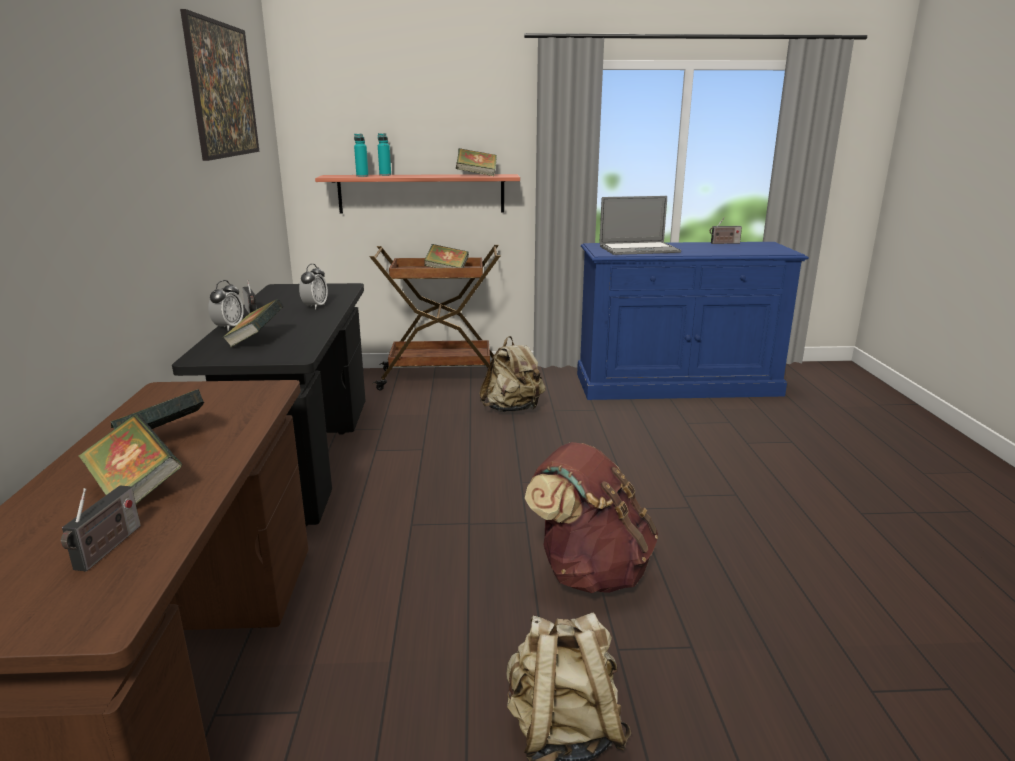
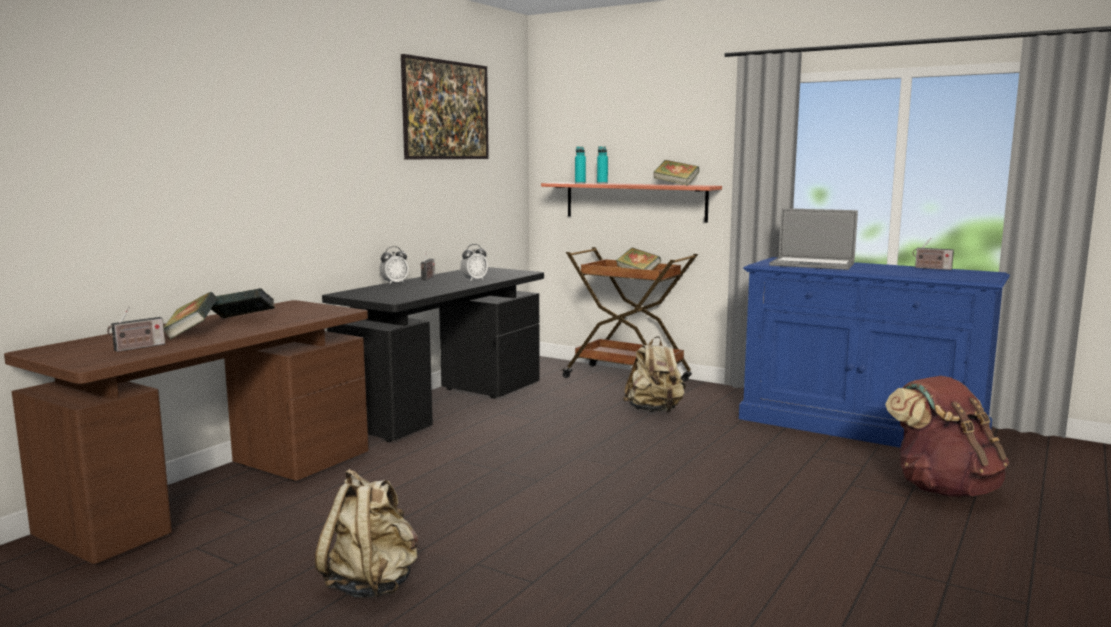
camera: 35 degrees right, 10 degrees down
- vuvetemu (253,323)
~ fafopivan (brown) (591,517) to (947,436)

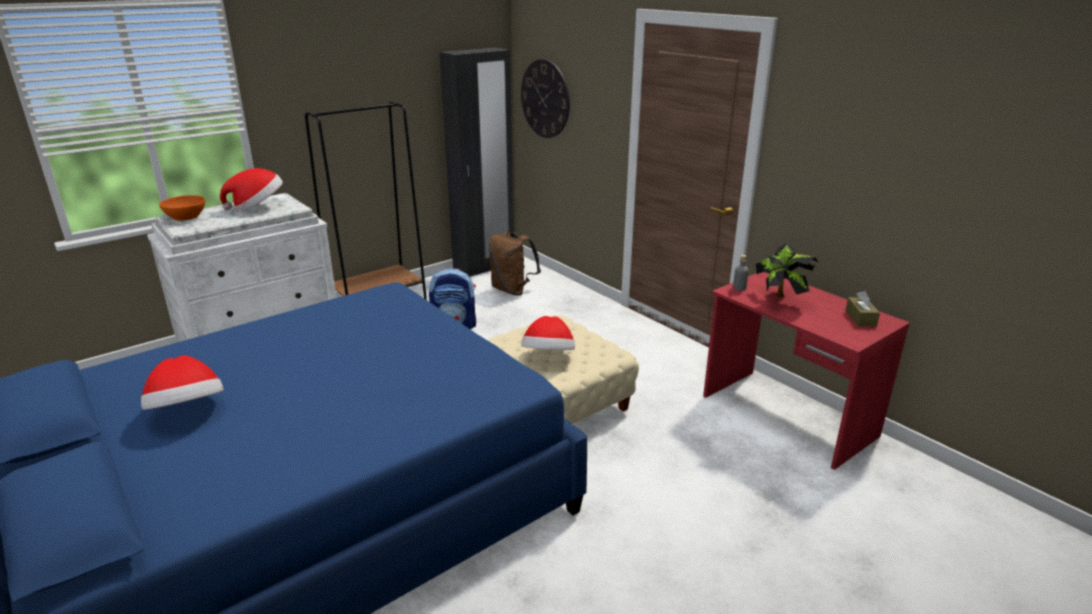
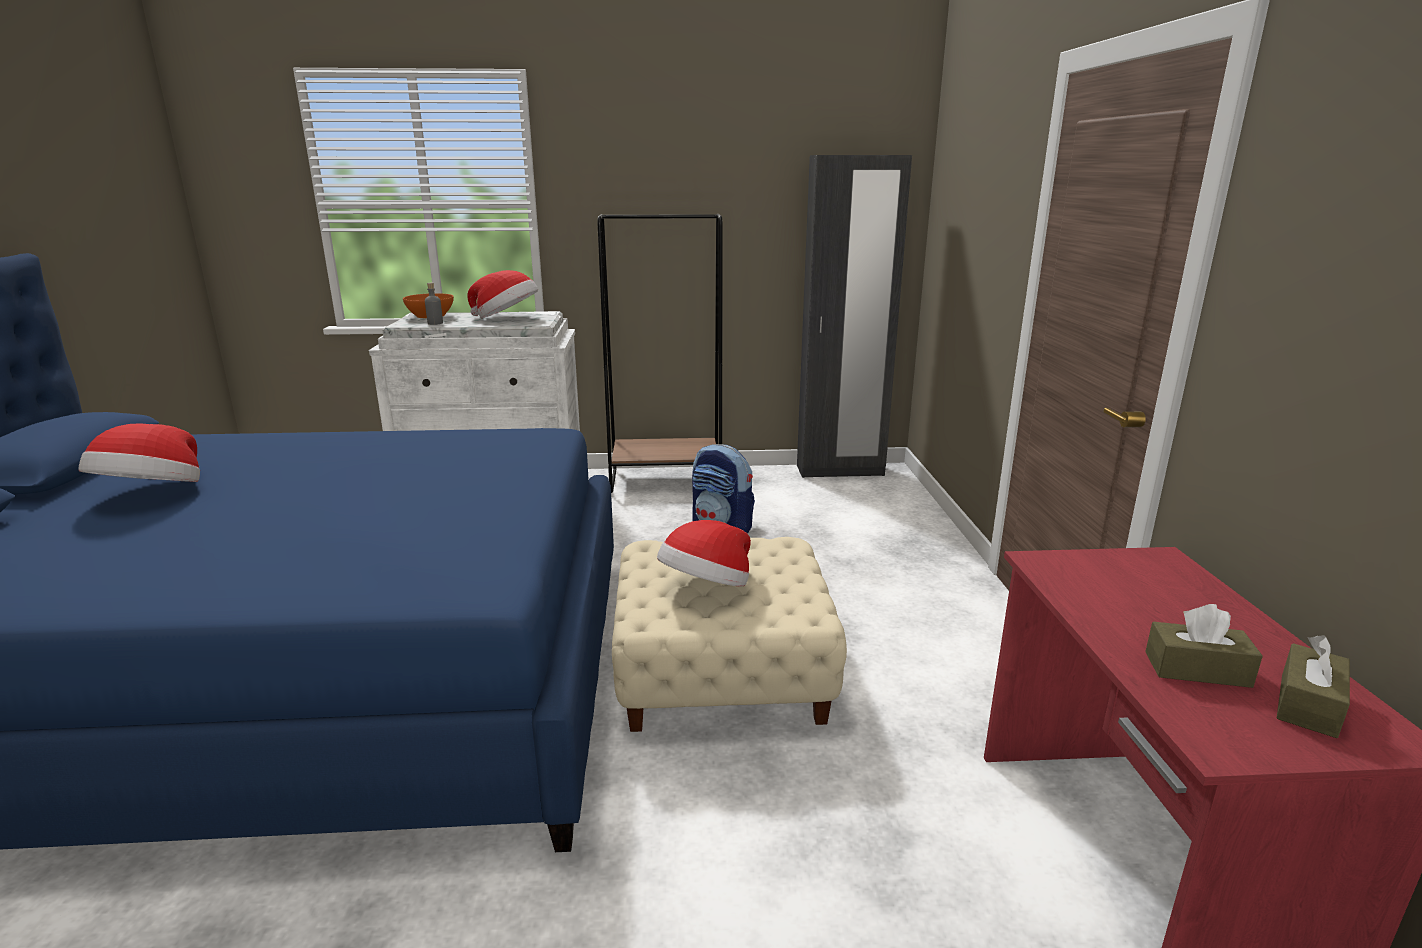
camera: 35 degrees right, 5 degrees down
- fafopivan (brown) (515,263)
- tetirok (545,98)
- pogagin (787,270)
+ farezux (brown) (1204,646)
~ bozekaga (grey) (741,273) to (434,304)

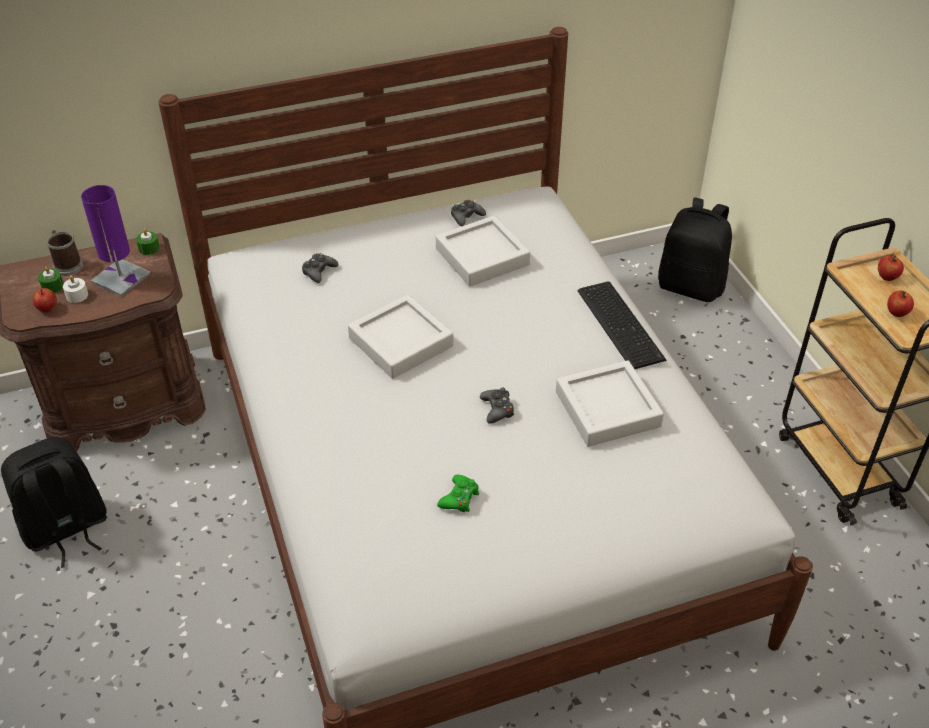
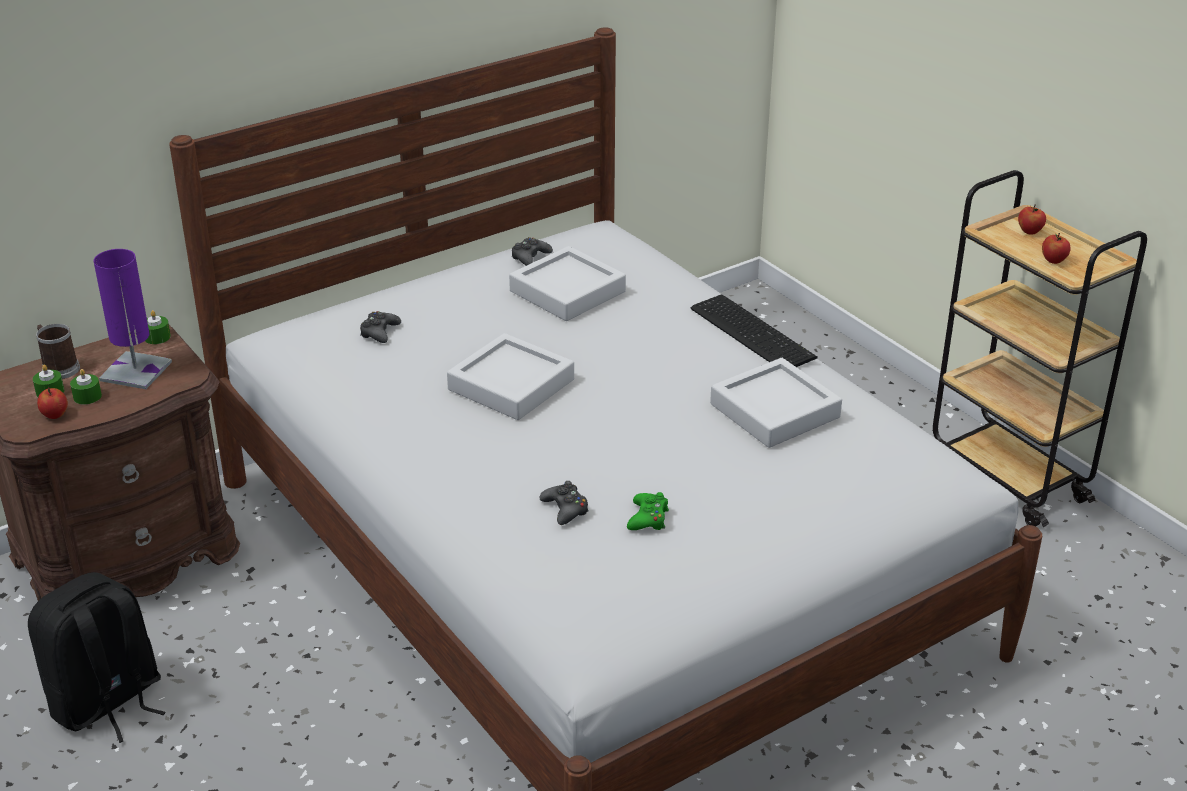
camera: 15 degrees left, 10 degrees down
- fafopivan (black) (695,249)
~ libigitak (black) (497,406) to (564,503)
~ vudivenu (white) (75,289) to vudivenu (green) (86,387)

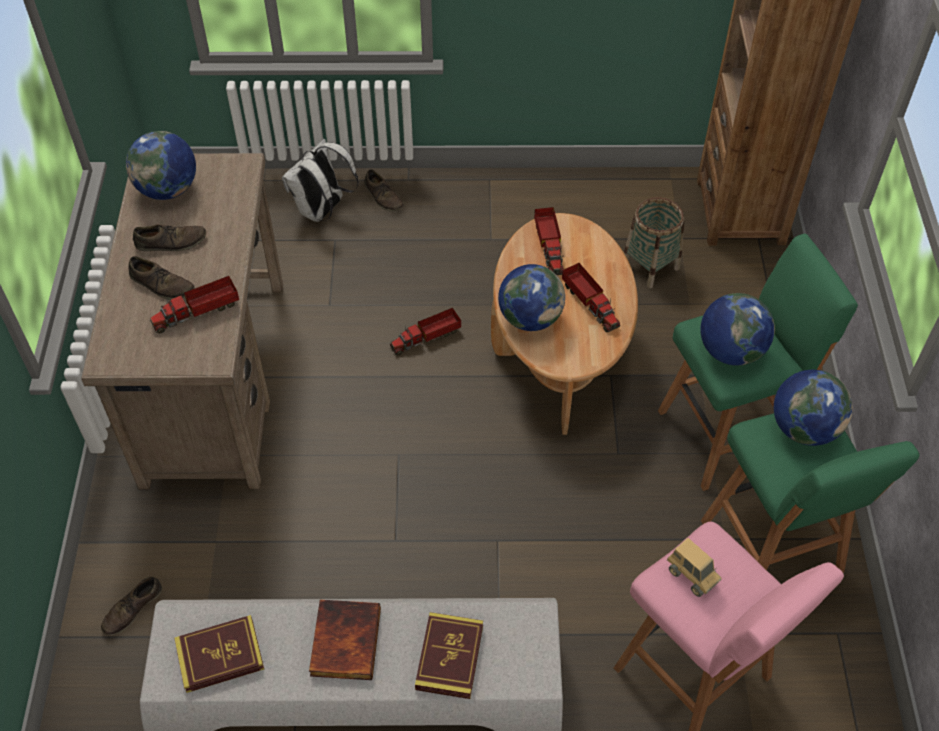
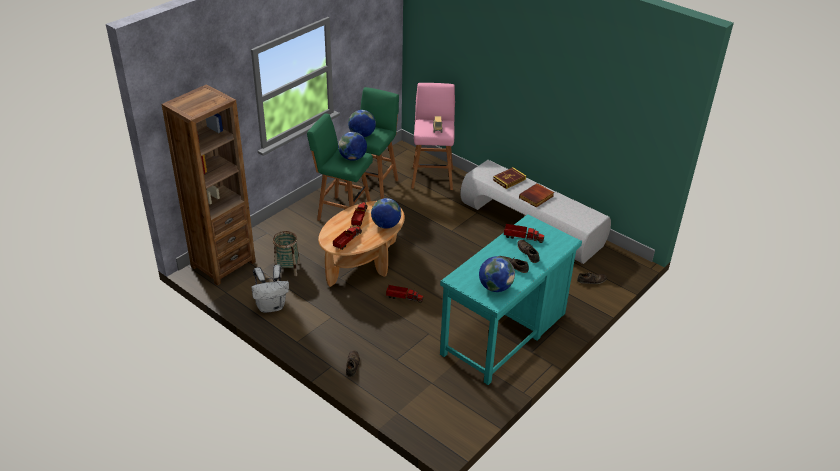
camera: 140 degrees left, 15 degrees down
- vuvetemu (219,654)
~ fafopivan (white) (320,180) to (270,288)
~ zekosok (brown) (182,321) to zekosok (turquoise) (511,299)

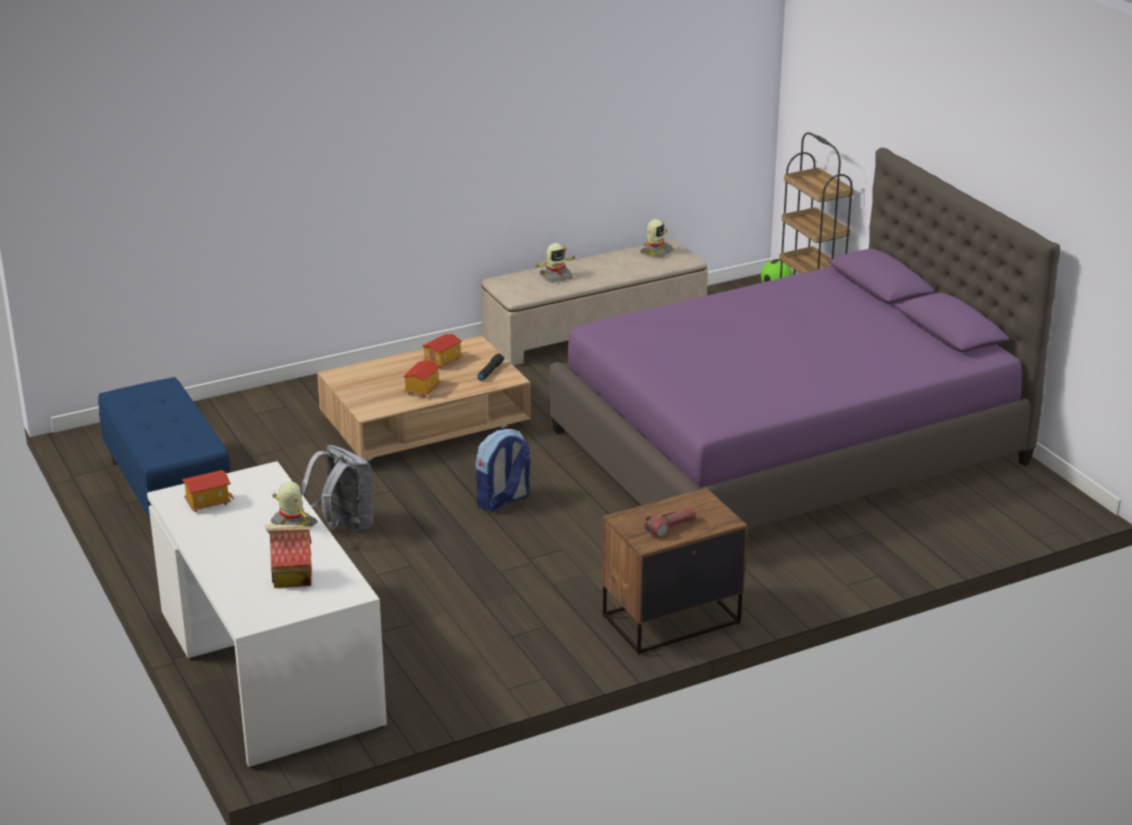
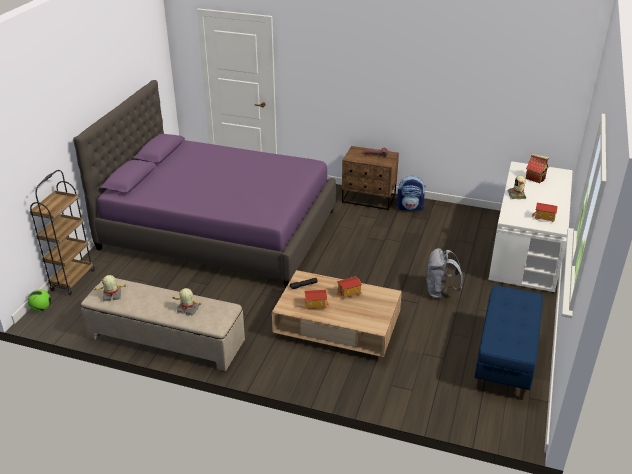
camera: 135 degrees left, 5 degrees up
~ fafopivan (503,470) to (411,193)

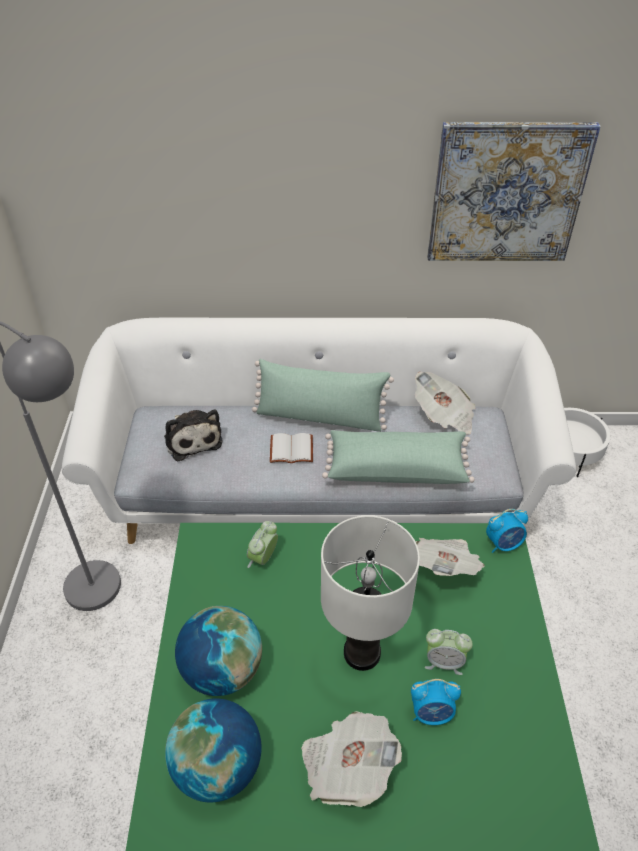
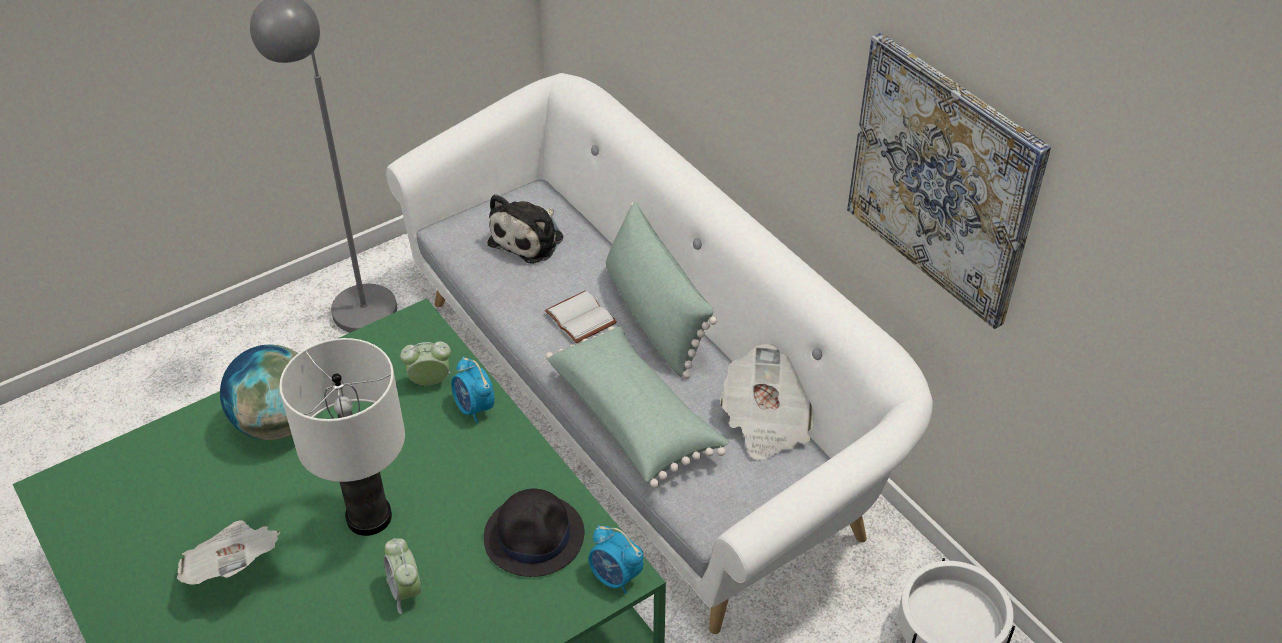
camera: 55 degrees right, 0 degrees up
- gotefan (213,750)
~ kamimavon (436,702) to (473,389)
~ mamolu (450,557) to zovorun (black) (534,533)

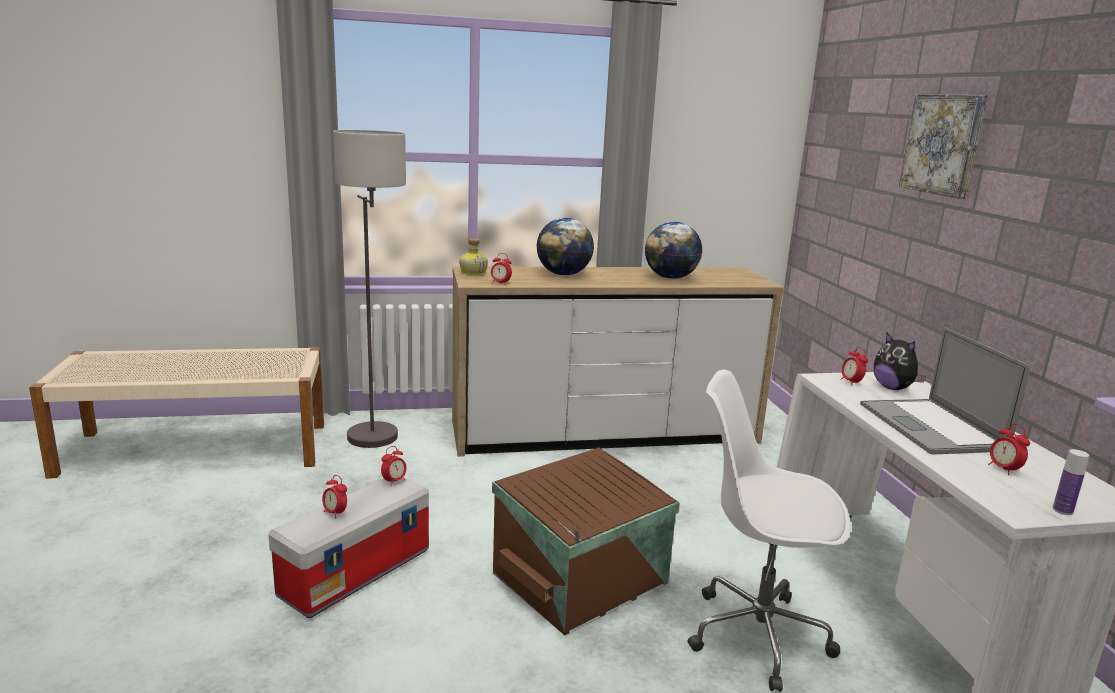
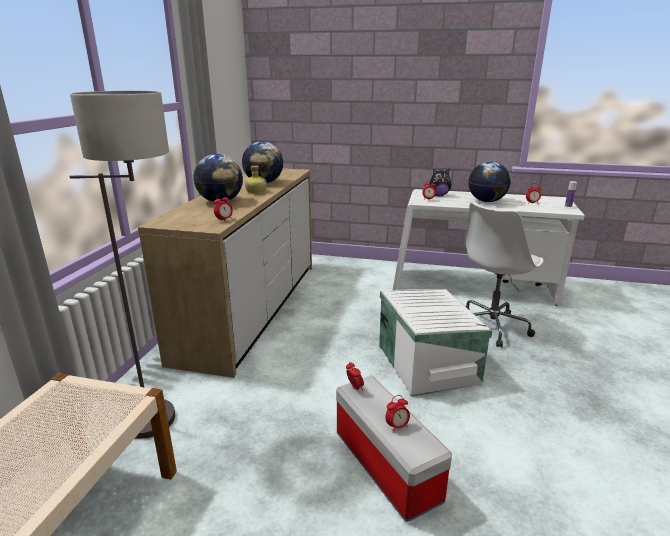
camera: 65 degrees left, 5 degrees up
- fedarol (943,146)
~ bozekaga (473,256) to (256,179)
~ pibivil (945,390) to gotefan (489,182)
~ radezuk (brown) (586,541) to radezuk (white) (435,343)

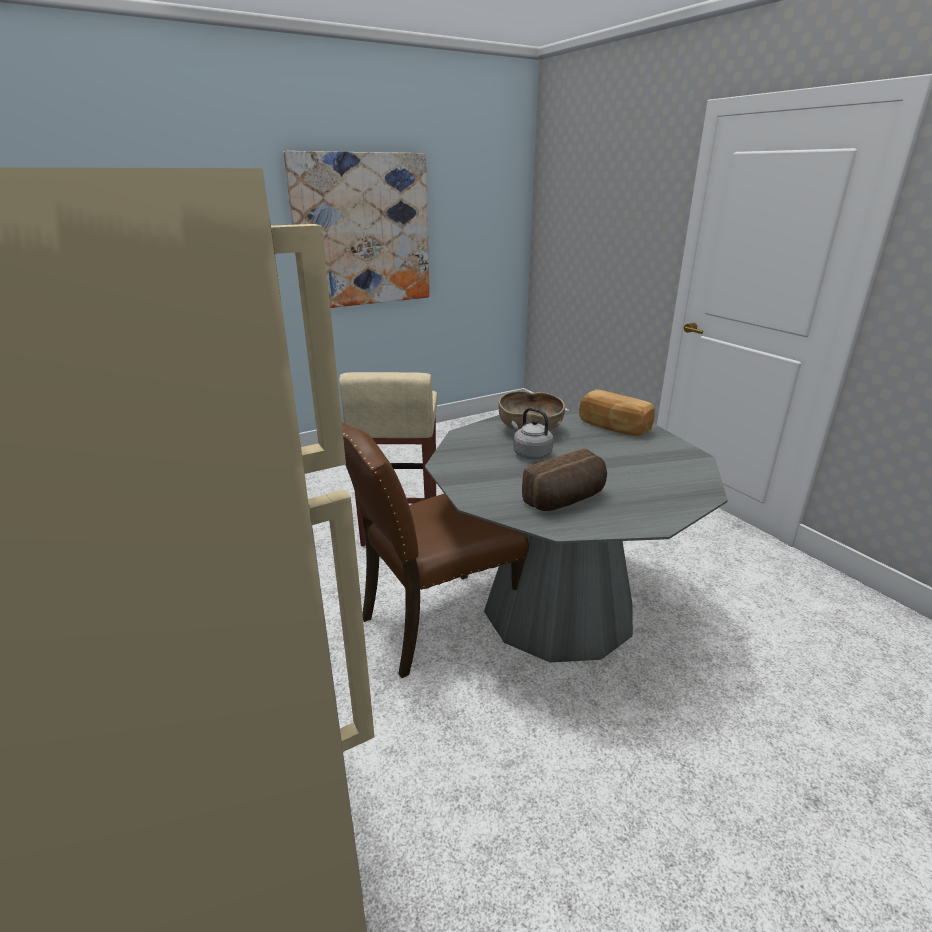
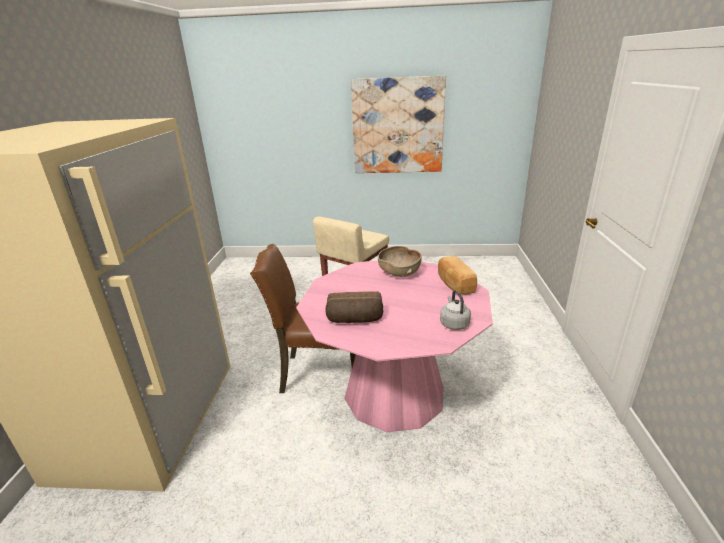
camera: 35 degrees right, 0 degrees up
~ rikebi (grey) (532,433) to (455,310)
~ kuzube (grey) (576,536) to kuzube (pink) (394,346)

